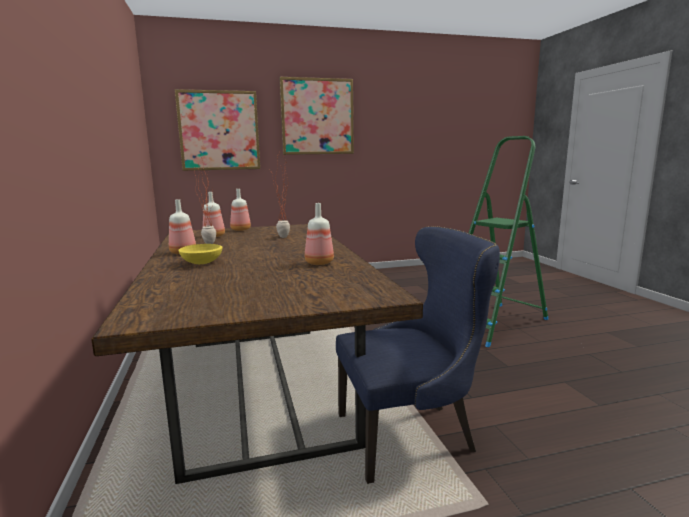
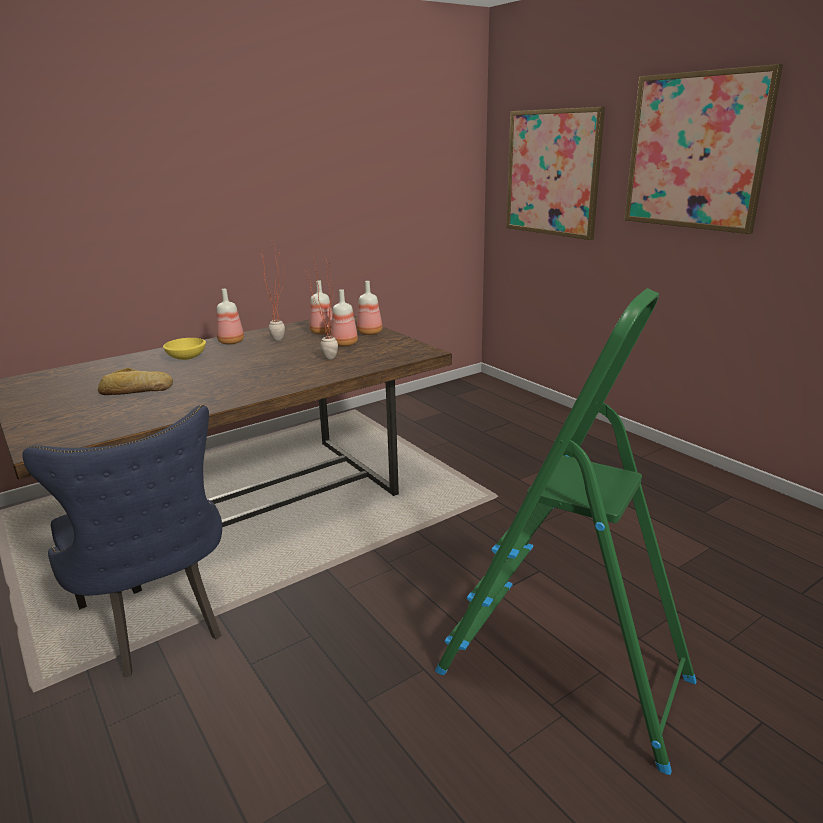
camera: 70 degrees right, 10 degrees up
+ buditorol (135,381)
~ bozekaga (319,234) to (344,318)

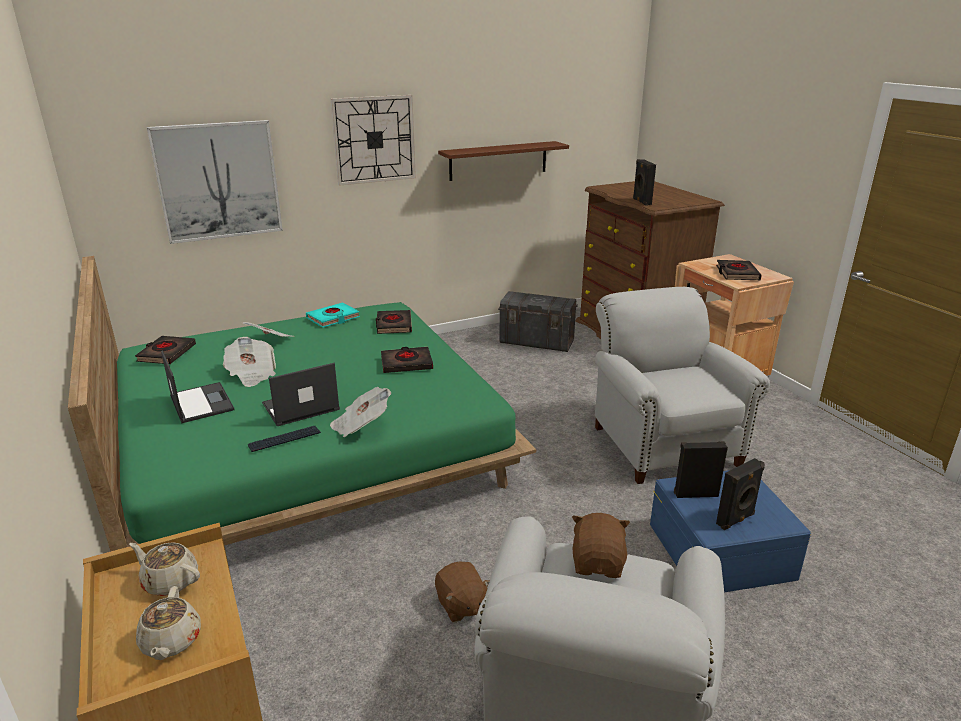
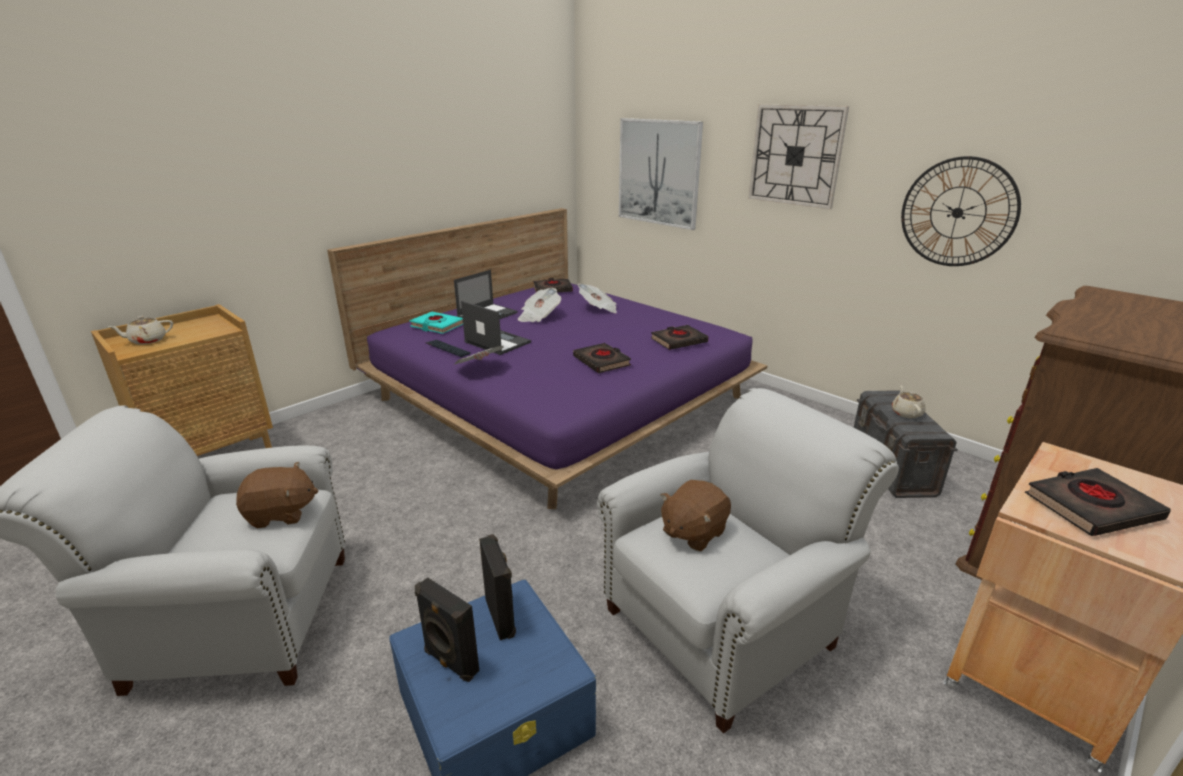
camera: 70 degrees right, 0 degrees up
- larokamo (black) (644,182)
~ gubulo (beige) (164,569) to (909,401)
~ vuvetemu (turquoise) (333,315) to (436,323)
~ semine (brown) (462,591) to (695,516)
~ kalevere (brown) (503,161) to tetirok (961,211)
~ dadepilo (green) (302,403) to dadepilo (purple) (547,358)

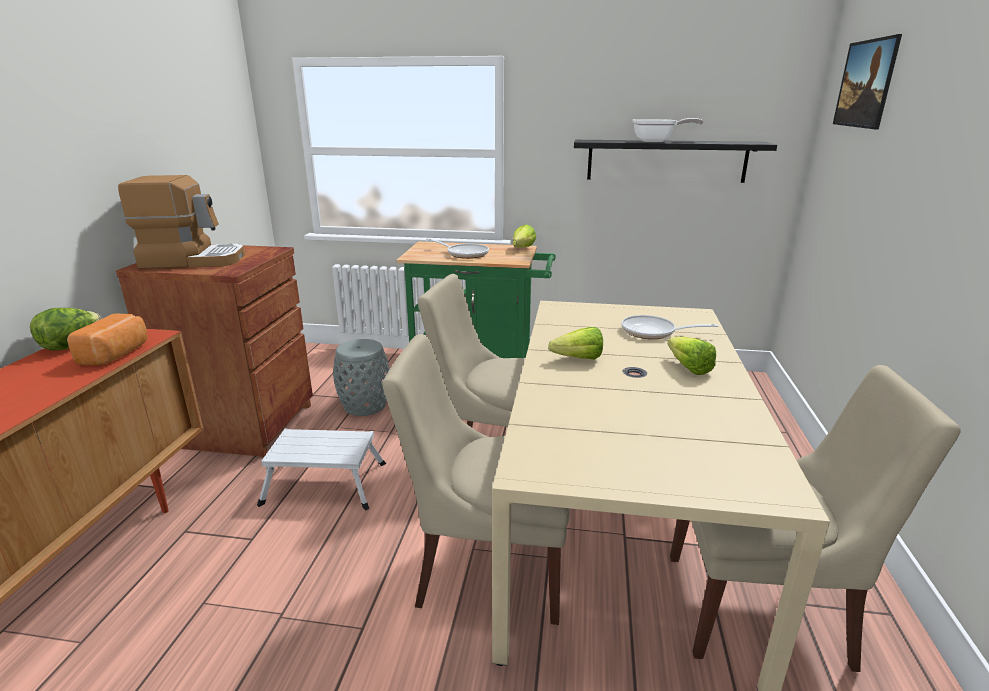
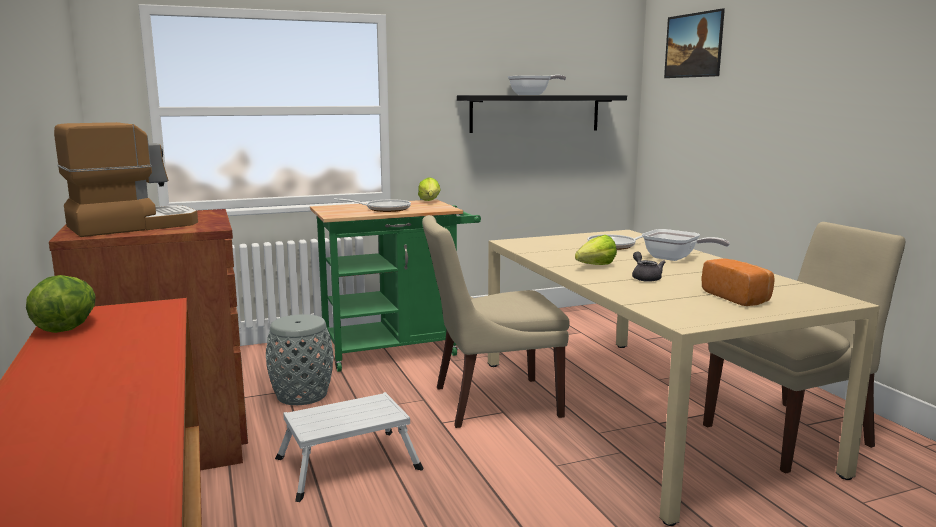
camera: 30 degrees left, 10 degrees down
- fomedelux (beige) (476,479)
+ gubulo (grey) (648,267)
~ buditorol (107,340) to (738,282)
~ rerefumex (692,355) to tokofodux (686,245)

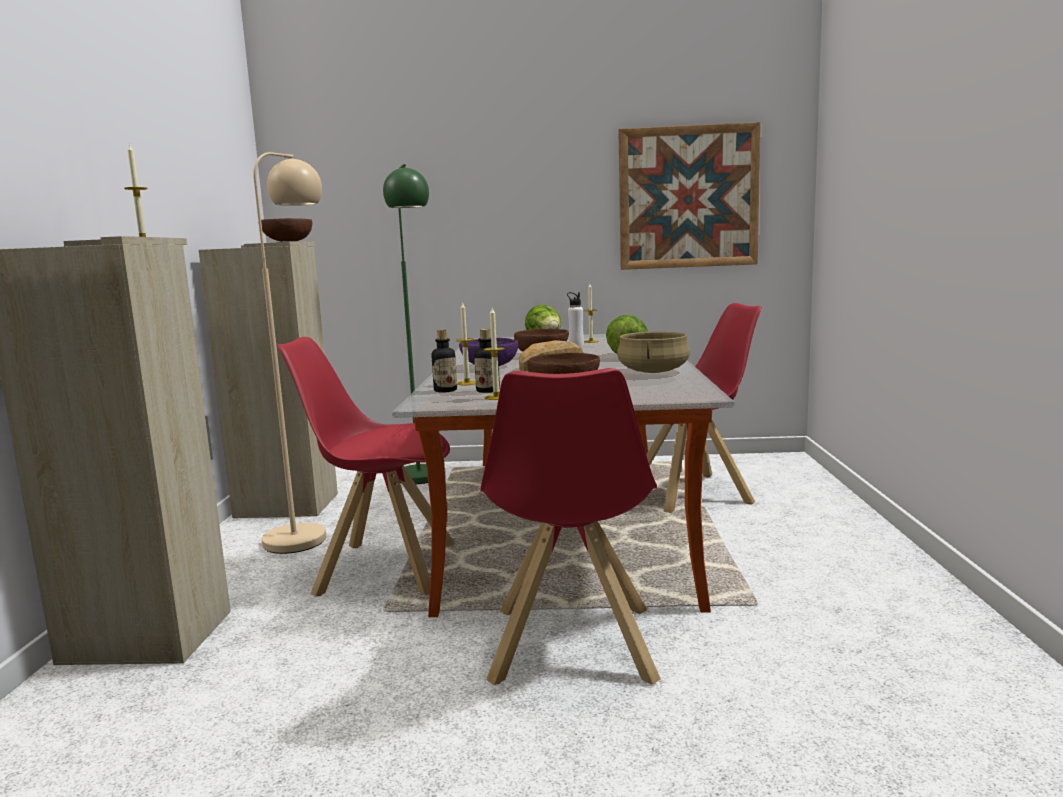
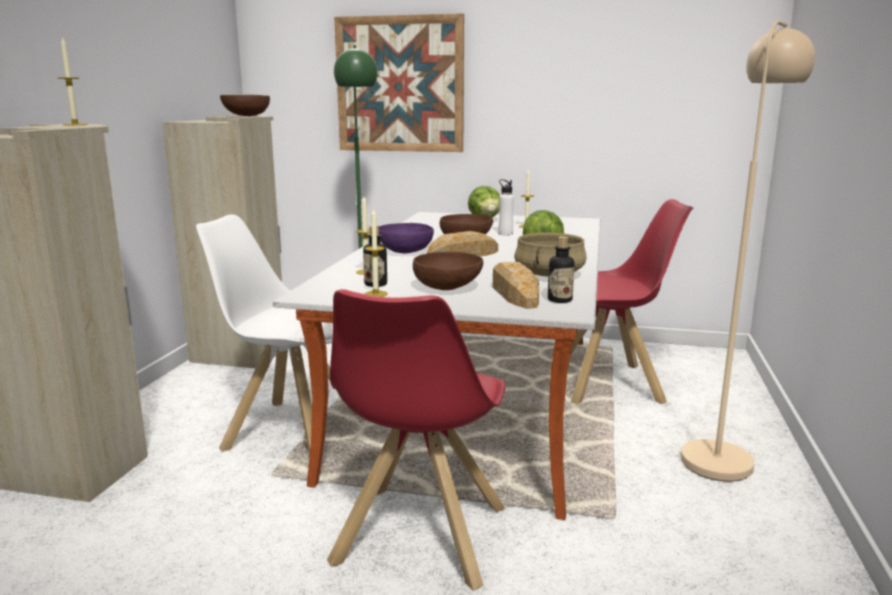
camera: 10 degrees right, 5 degrees up
+ buditorol (516,285)
~ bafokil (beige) (289,353) to (748,251)
~ bozekaga (444,360) to (561,269)
~ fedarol (689,196) to (399,82)
~ fomedelux (red) (365,467) to fomedelux (white) (276,338)

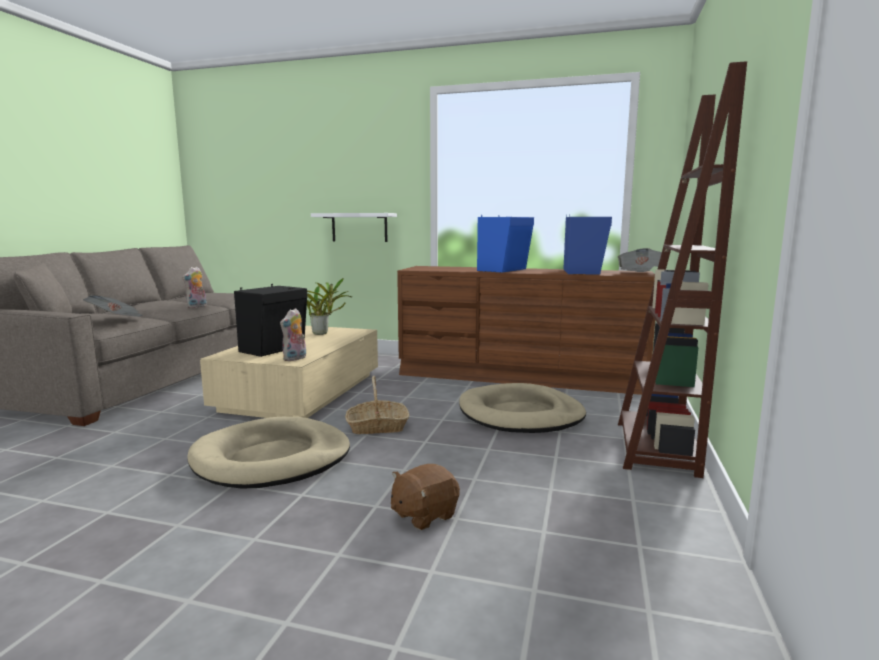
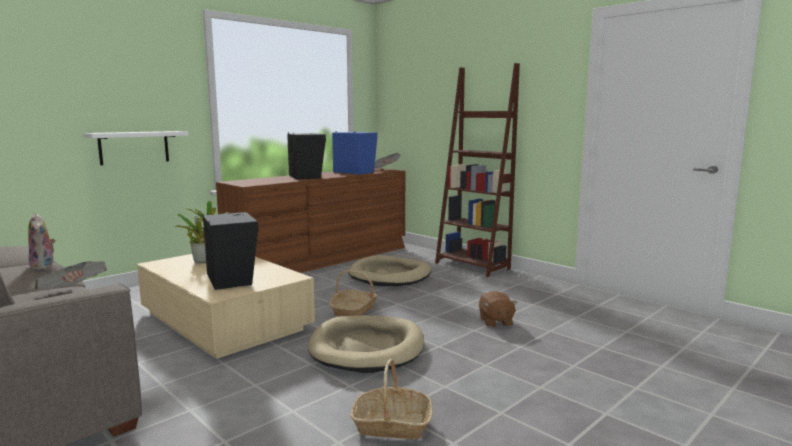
camera: 60 degrees left, 0 degrees up
- semine (293,334)
+ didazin (391,399)
~ larokamo (blue) (505,244) to larokamo (black) (306,156)

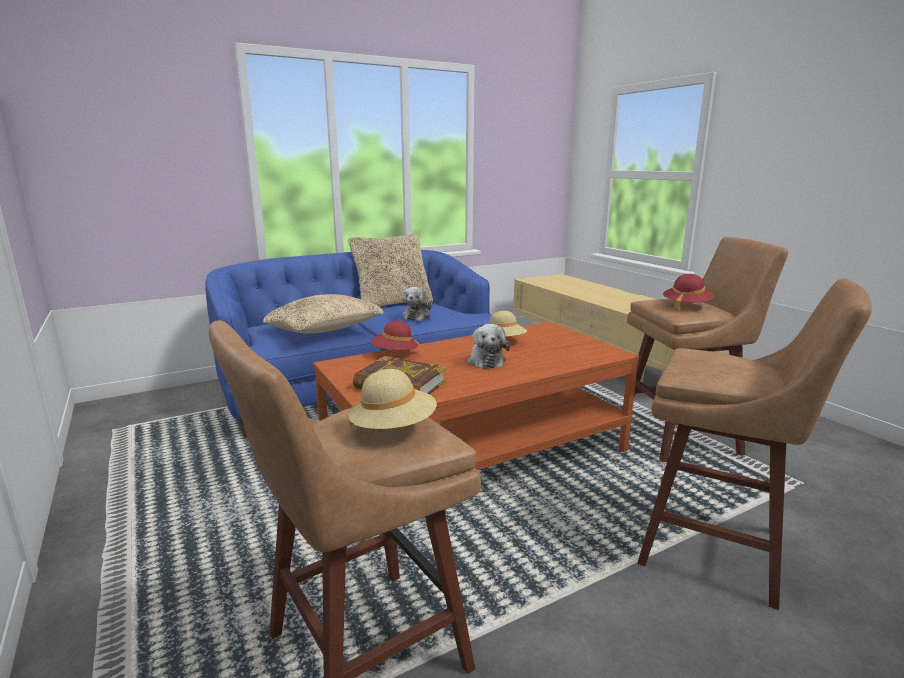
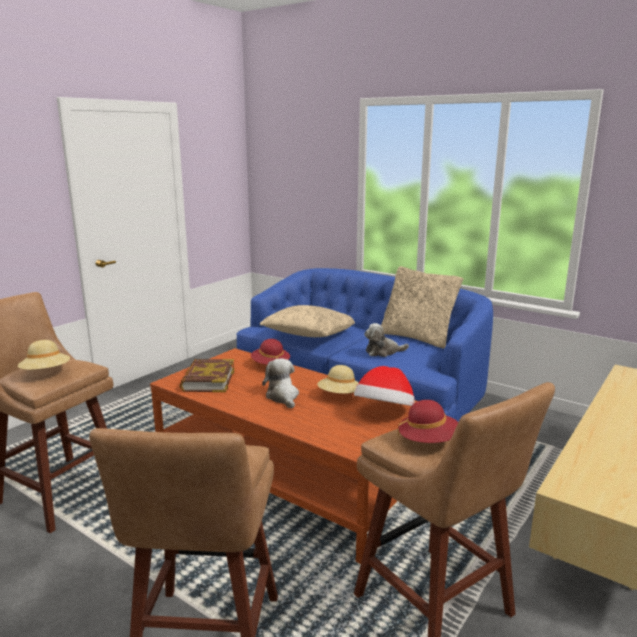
camera: 65 degrees right, 0 degrees up
+ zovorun (384,386)
~ semine (489,346) = (280,383) 105 degrees clockwise

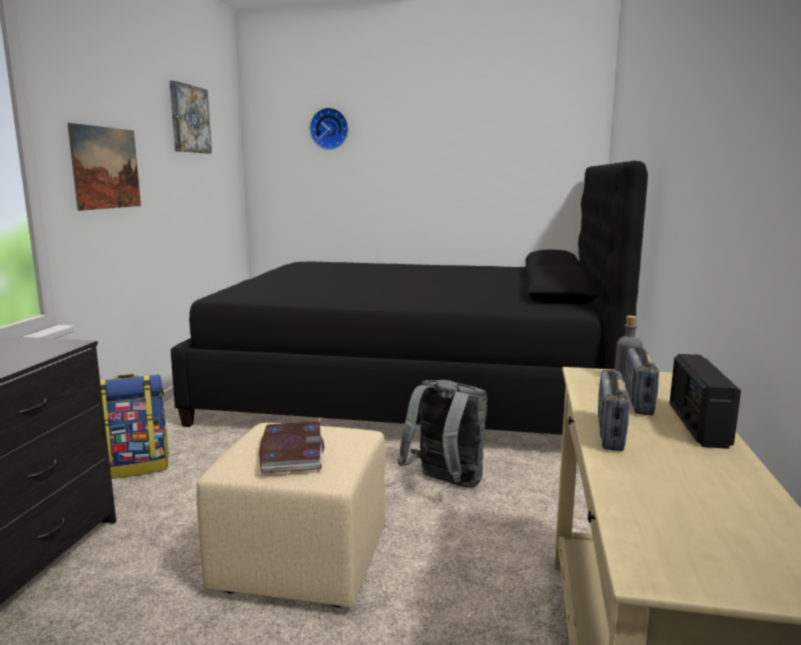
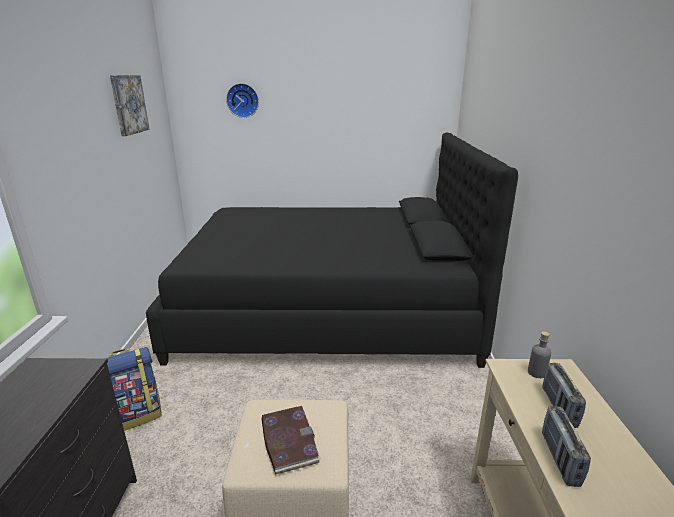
camera: 10 degrees left, 10 degrees up
- fedarol (104,167)
- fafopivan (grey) (442,433)
- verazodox (705,401)

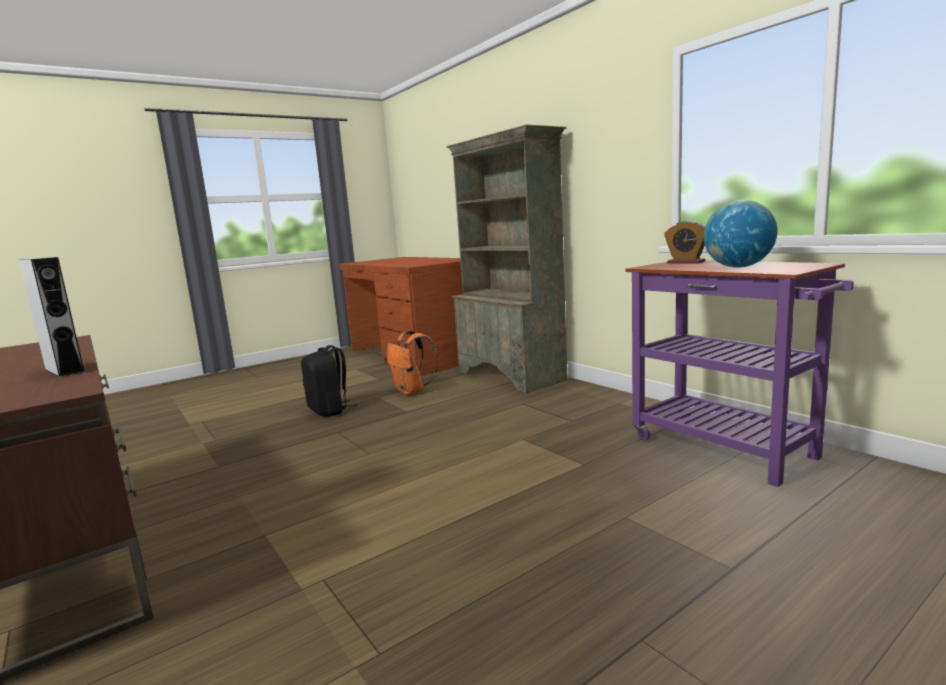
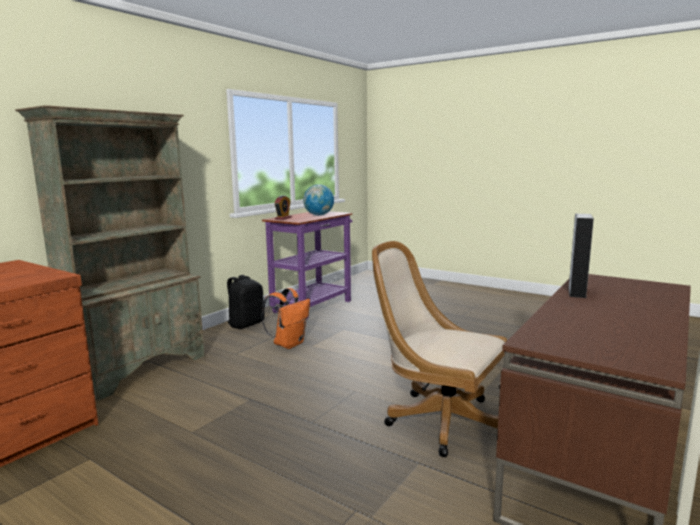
camera: 110 degrees left, 0 degrees up
+ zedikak (439,349)
~ fafopivan (black) (329,381) to (246,302)
~ fafopivan (orange) (413,363) to (285,318)

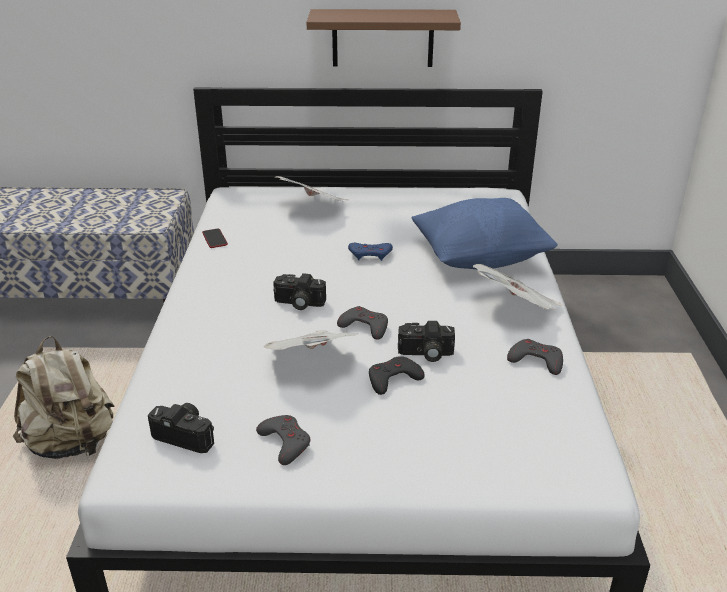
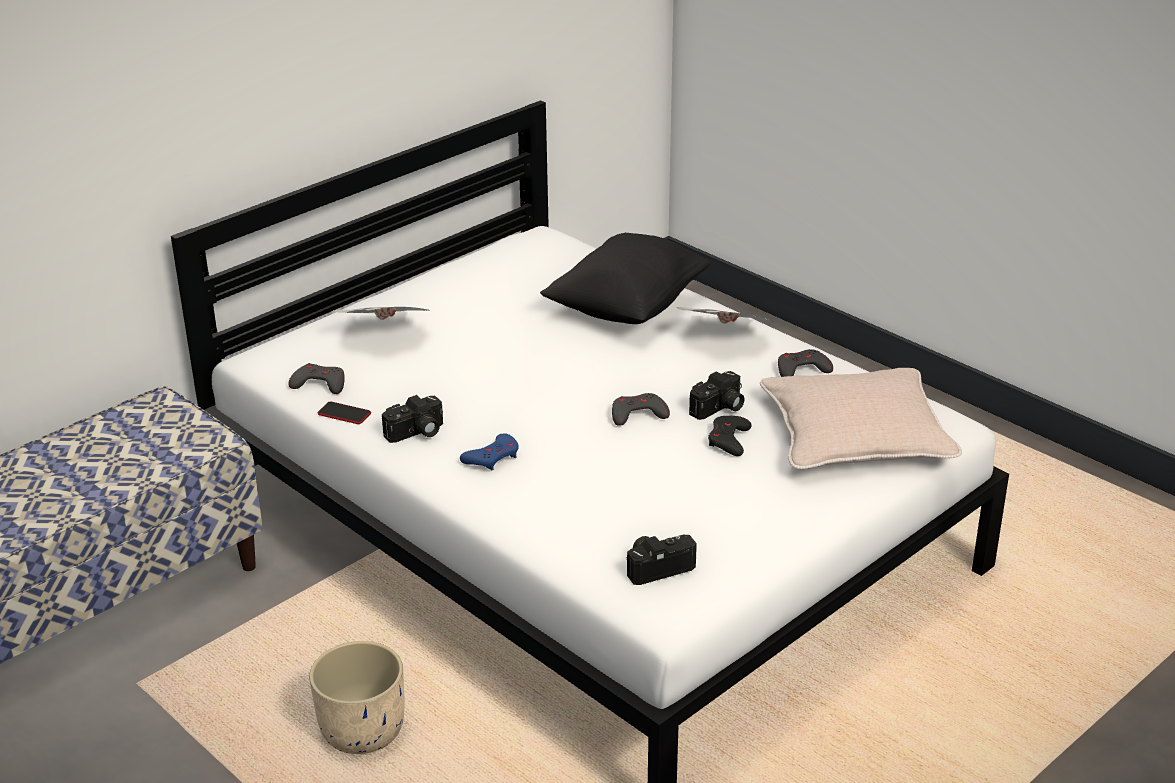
camera: 45 degrees left, 0 degrees up
- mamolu (310,340)
- kalevere (brown) (383,38)
+ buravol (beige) (861,418)
~ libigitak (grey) (283,440) to (317,378)
~ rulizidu (299,291) to (412,419)
~ libigitak (blue) (370,252) to (489,451)
~ fafopivan (beige) (63,397) to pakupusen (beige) (356,697)
~ buravol (blue) (484,233) to buravol (black) (625,278)

